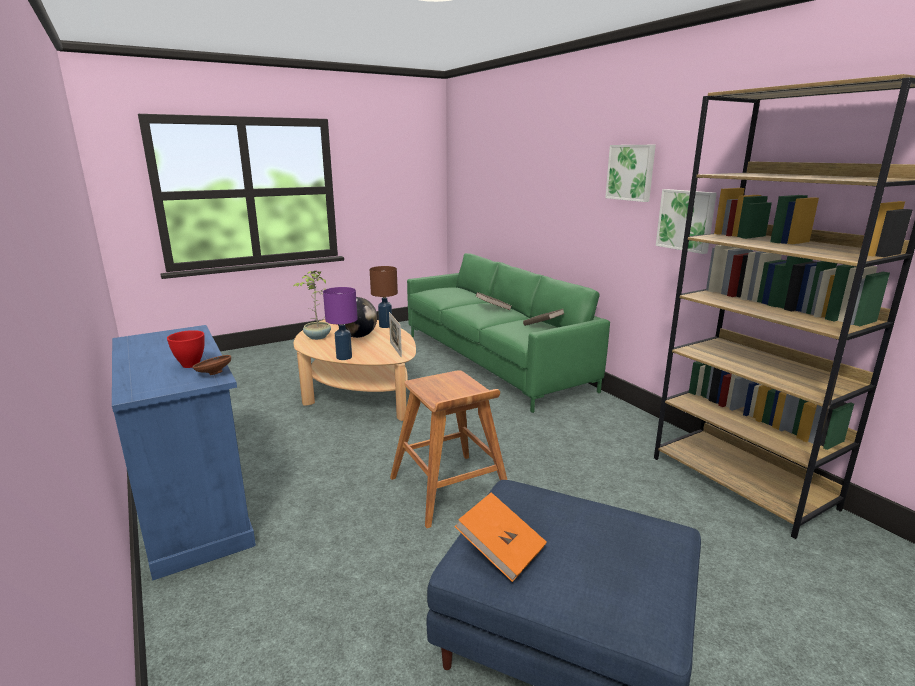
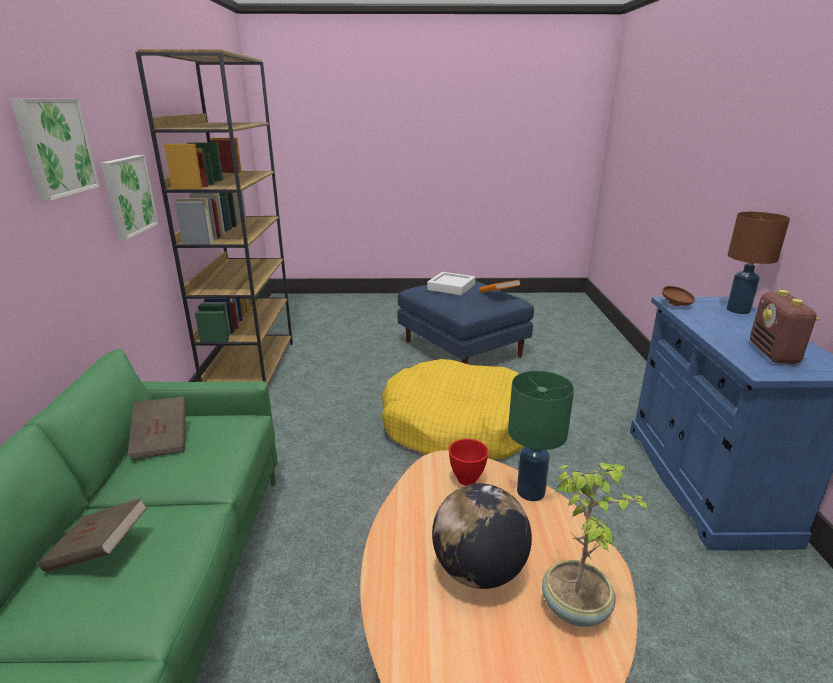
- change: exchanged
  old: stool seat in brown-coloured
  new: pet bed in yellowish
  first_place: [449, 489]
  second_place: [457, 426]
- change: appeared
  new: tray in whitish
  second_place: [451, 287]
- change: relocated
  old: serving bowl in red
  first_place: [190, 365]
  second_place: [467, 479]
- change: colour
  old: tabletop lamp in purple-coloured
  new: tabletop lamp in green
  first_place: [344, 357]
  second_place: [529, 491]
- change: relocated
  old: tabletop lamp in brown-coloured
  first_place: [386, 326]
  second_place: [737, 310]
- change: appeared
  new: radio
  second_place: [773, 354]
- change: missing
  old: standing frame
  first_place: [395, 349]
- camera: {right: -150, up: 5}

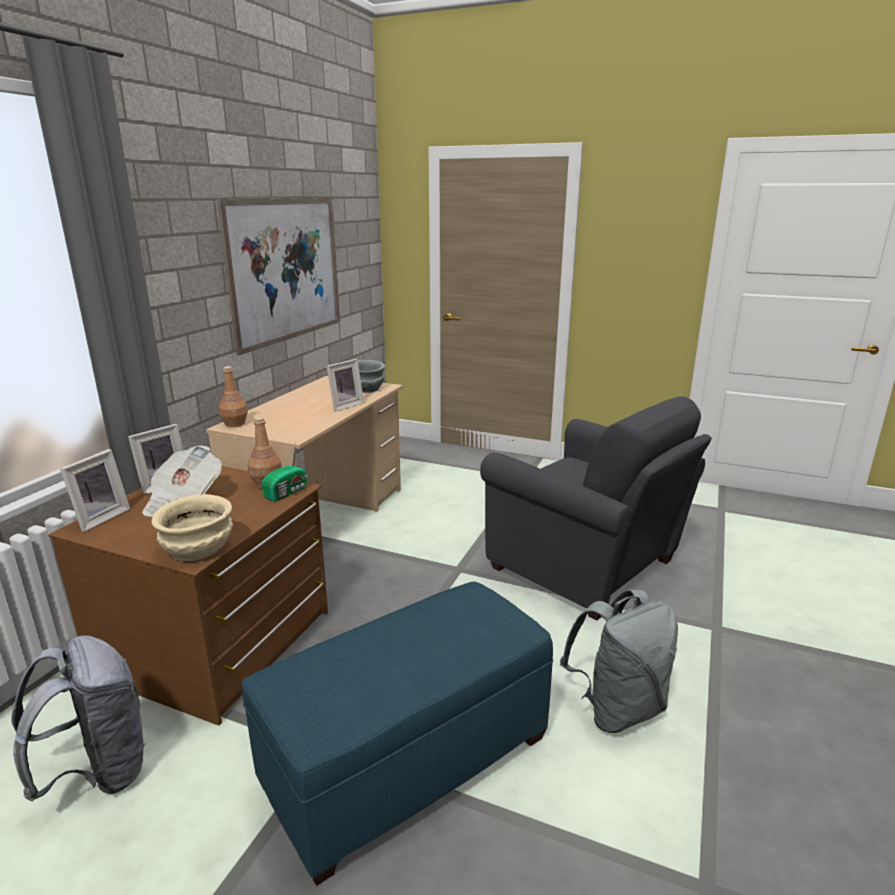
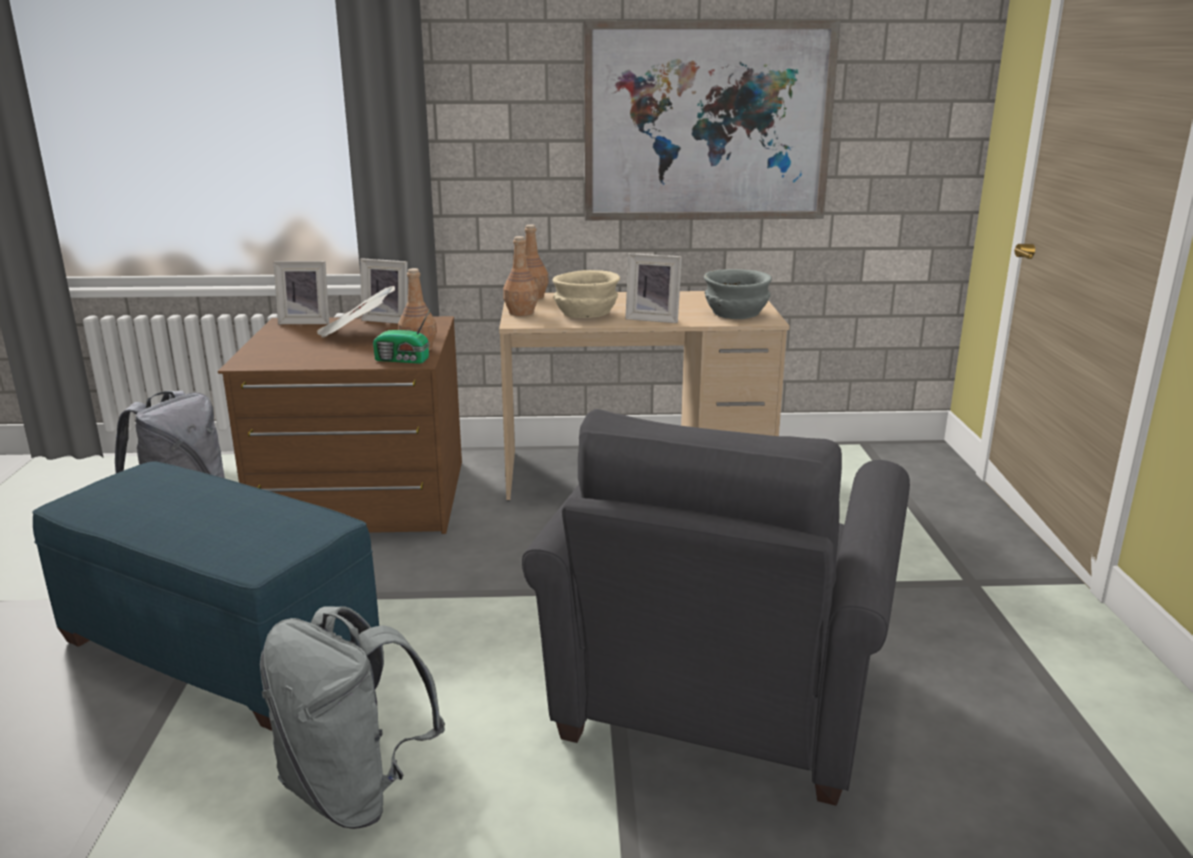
- change: appeared
  new: bottle in brown-coloured
  second_place: [521, 312]
- change: relocated
  old: serving bowl in sand-coloured
  first_place: [198, 548]
  second_place: [585, 314]
- camera: {right: 65, up: 0}

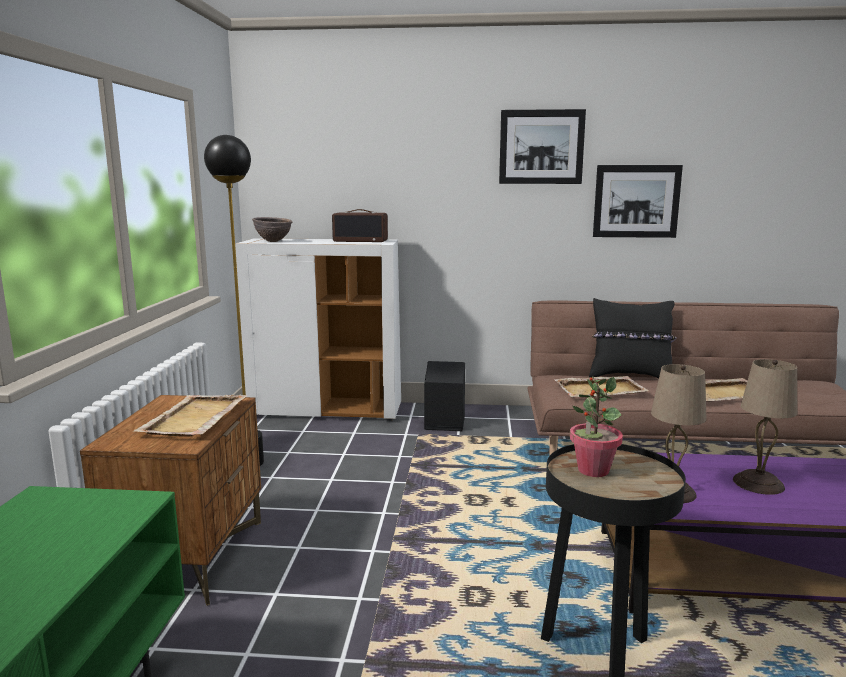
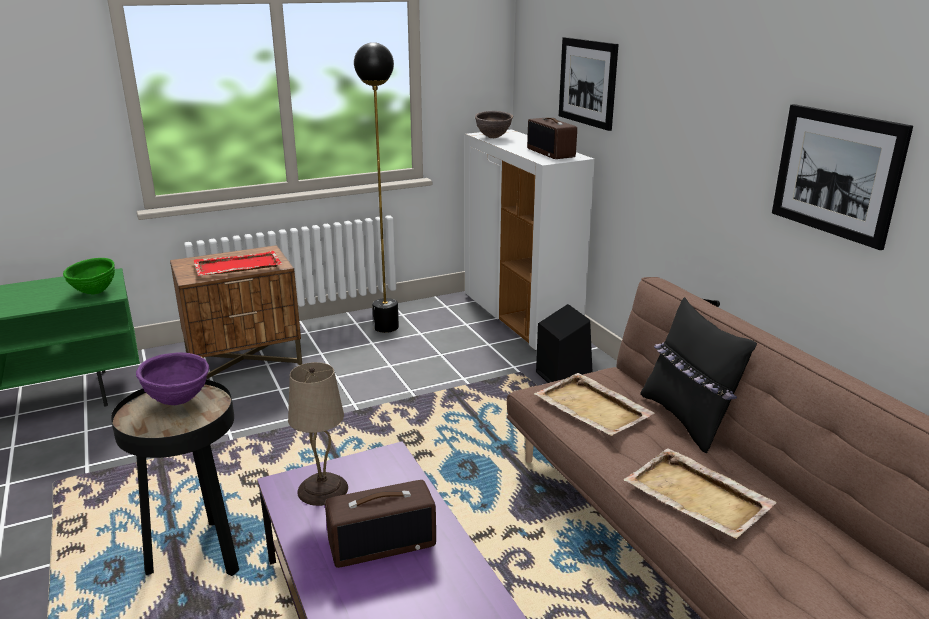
- change: appeared
  new: serving bowl in green
  second_place: [94, 293]
- change: exchanged
  old: plant in a pot
  new: serving bowl in purple-coloured
  first_place: [593, 470]
  second_place: [178, 401]
- change: colour
  old: tray in sand-coloured
  new: tray in red
  first_place: [194, 419]
  second_place: [237, 266]
- change: exchanged
  old: tabletop lamp in sand-coloured
  new: radio
  first_place: [757, 483]
  second_place: [382, 542]
- change: relocated
  old: wall picture
  first_place: [541, 147]
  second_place: [587, 82]
- camera: {right: 60, up: 10}

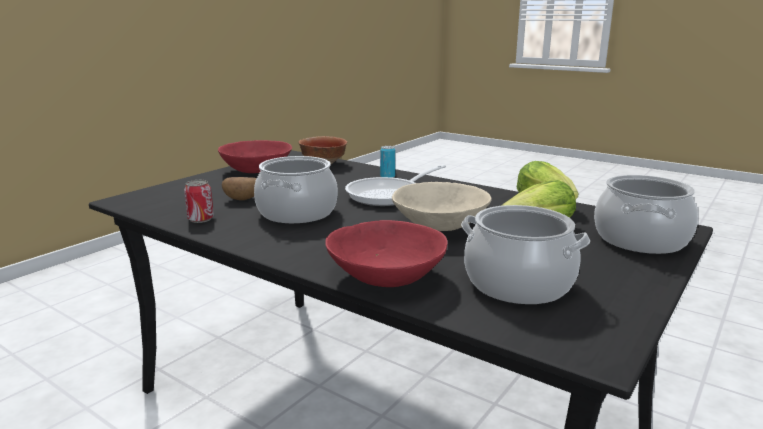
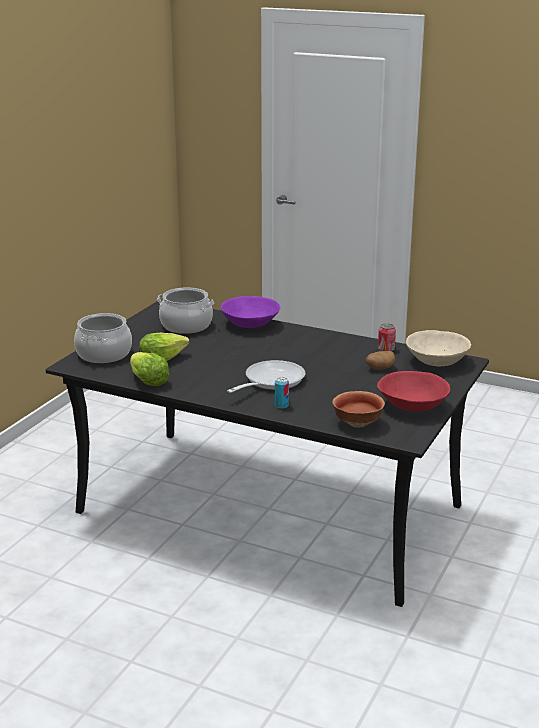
- change: colour
  old: serving bowl in red
  new: serving bowl in purple-coloured
  first_place: [386, 277]
  second_place: [250, 324]
- change: relocated
  old: serving bowl in sand-coloured
  first_place: [440, 226]
  second_place: [436, 361]
- change: missing
  old: stockpot
  first_place: [297, 213]
- camera: {right: 170, up: 5}

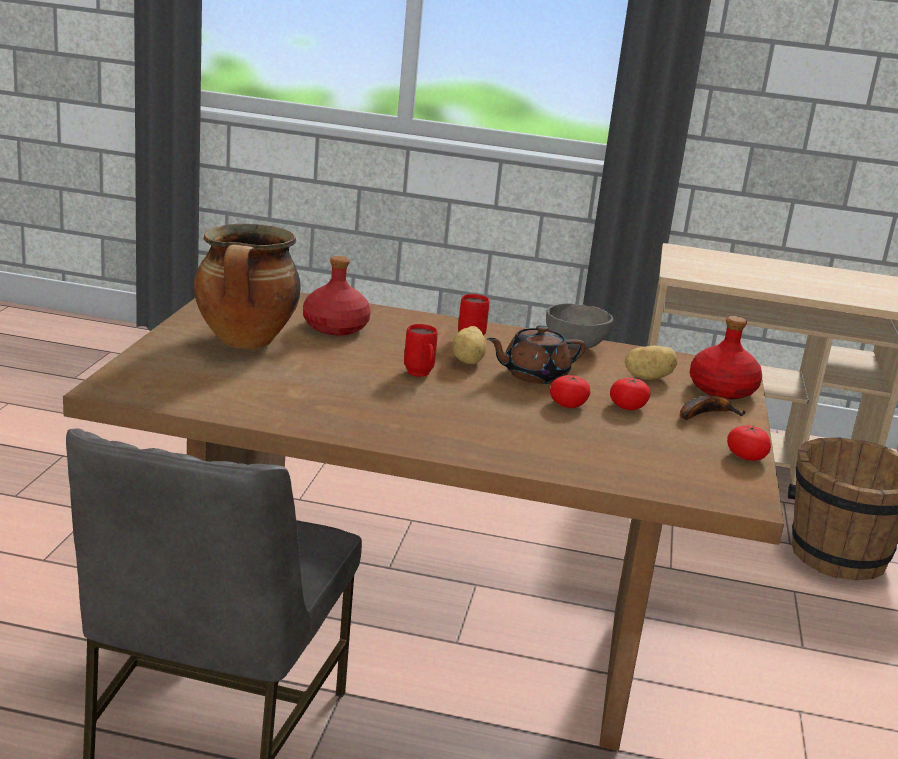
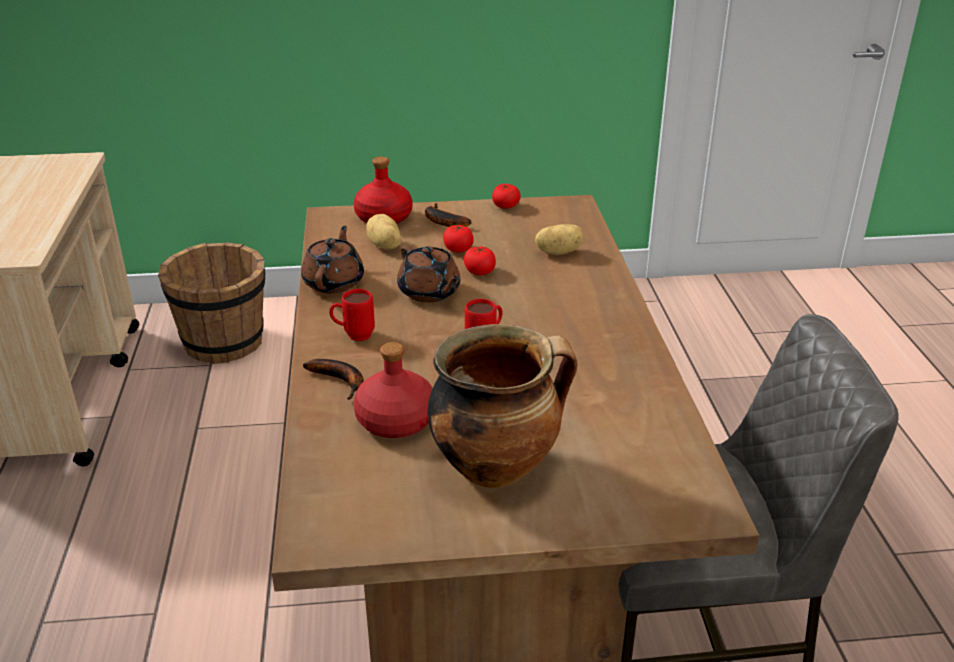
- change: exchanged
  old: serving bowl in grey
  new: teapot in brown-coloured
  first_place: [576, 347]
  second_place: [334, 282]
- change: appeared
  new: banana fruit
  second_place: [341, 381]
- change: relocated
  old: whole potato
  first_place: [469, 361]
  second_place: [558, 252]
- camera: {right: -105, up: 10}

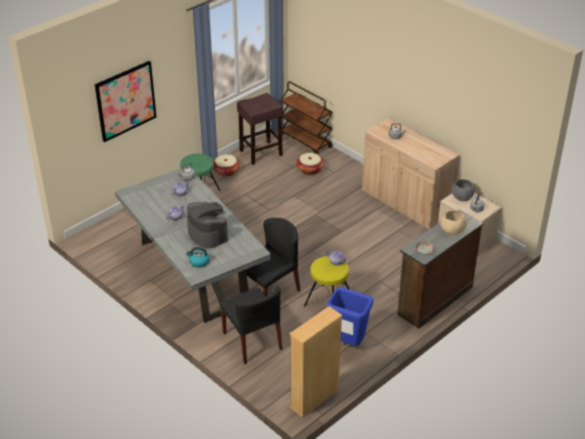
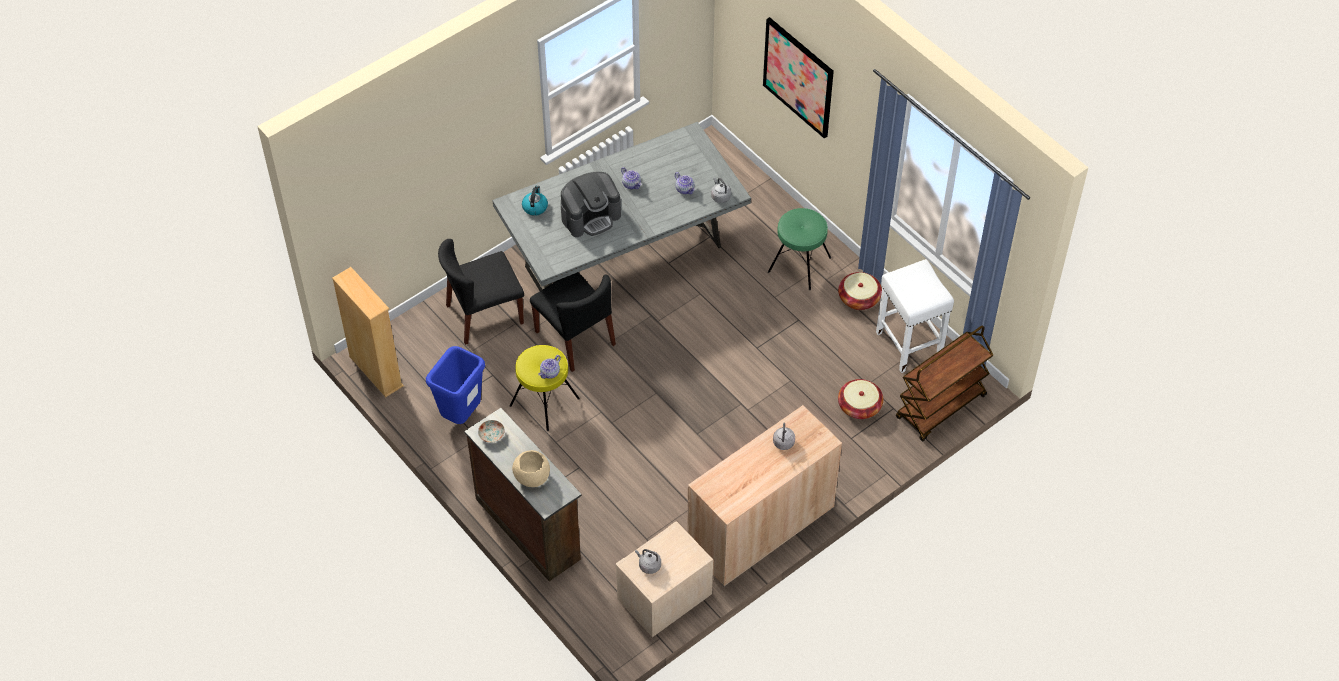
- change: colour
  old: stool seat in brown-coloured
  new: stool seat in whitish
  first_place: [260, 153]
  second_place: [908, 344]
- change: missing
  old: serving bowl in grey
  first_place: [462, 197]
- camera: {right: 95, up: 15}

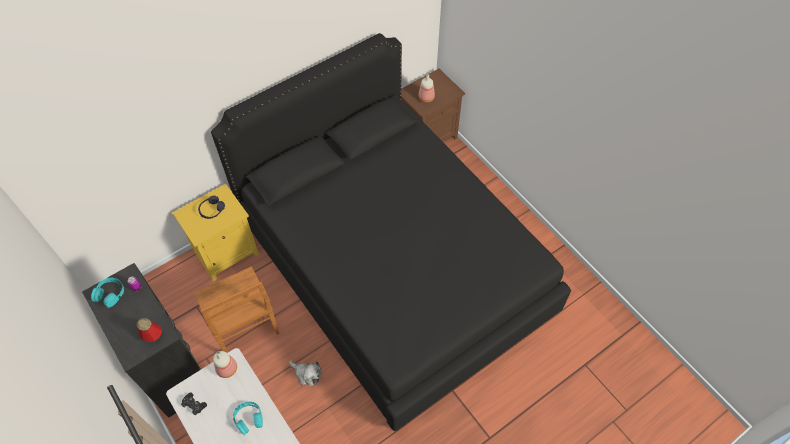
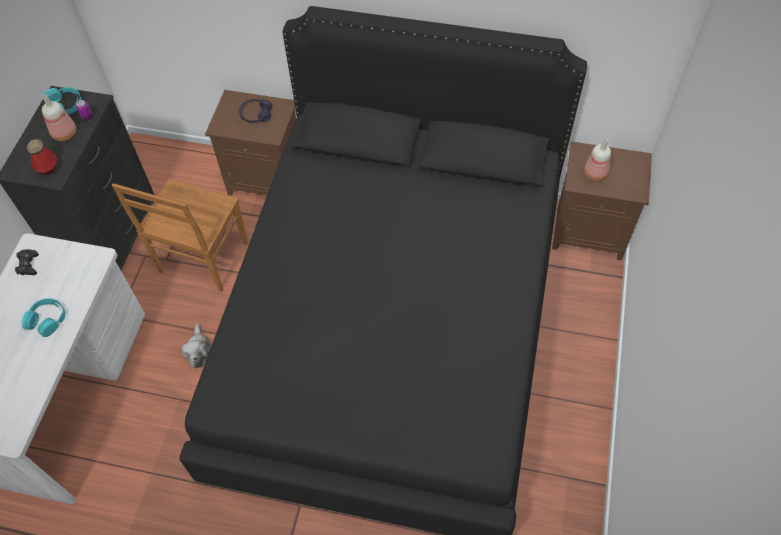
- change: relocated
  old: bottle
  first_place: [227, 368]
  second_place: [65, 133]
- change: colour
  old: night table in yellowish
  new: night table in brown-coloured
  first_place: [227, 252]
  second_place: [267, 179]
- camera: {right: 50, up: 0}

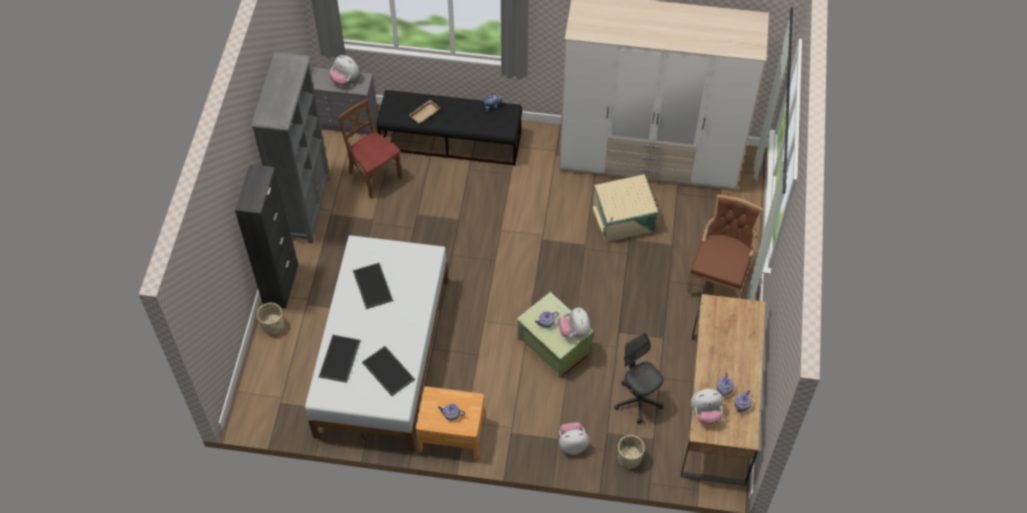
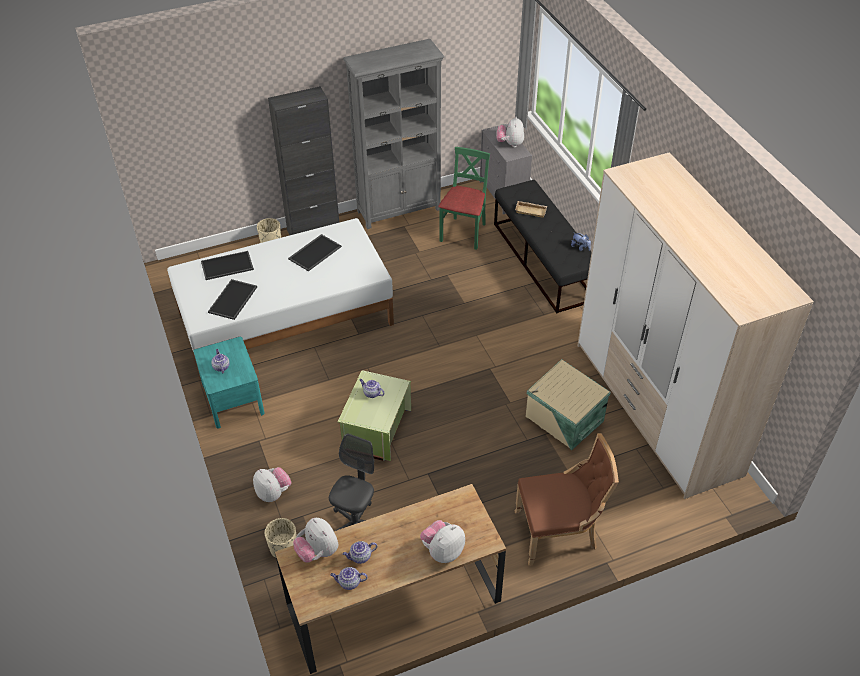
- change: colour
  old: night table in brown-coloured
  new: night table in turquoise
  first_place: [451, 434]
  second_place: [233, 399]
- change: relocated
  old: soft toy
  first_place: [574, 331]
  second_place: [442, 551]
- change: colour
  old: chair in brown-coloured
  new: chair in green
  first_place: [374, 176]
  second_place: [464, 233]
- camera: {right: 60, up: -10}

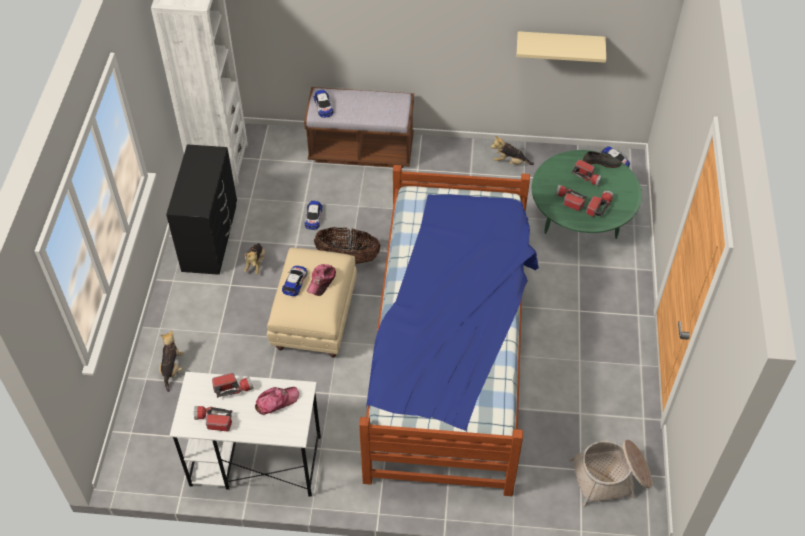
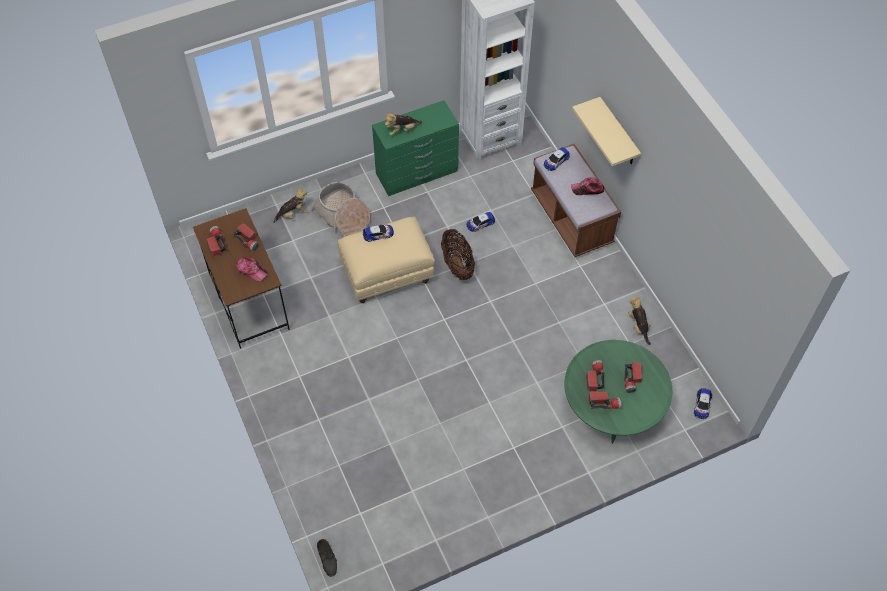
- change: colour
  old: desk in whitish
  new: desk in brown-coloured
  first_place: [254, 461]
  second_place: [248, 301]
- change: relocated
  old: basket
  first_place: [611, 477]
  second_place: [343, 216]
- change: relocated
  old: shoe in grey
  first_place: [601, 162]
  second_place: [327, 558]
- change: colour
  old: dresser in black
  new: dresser in green
  first_place: [211, 237]
  second_place: [417, 173]
- change: relocated
  old: soft toy
  first_place: [255, 263]
  second_place: [402, 130]
- change: relocated
  old: peaked cap
  first_place: [322, 281]
  second_place: [587, 189]
- change: relocated
  old: wall shelf in sand-coloured
  first_place: [559, 45]
  second_place: [618, 133]
- change: missing
  old: bed
  first_place: [450, 353]
- camera: {right: 60, up: 5}

